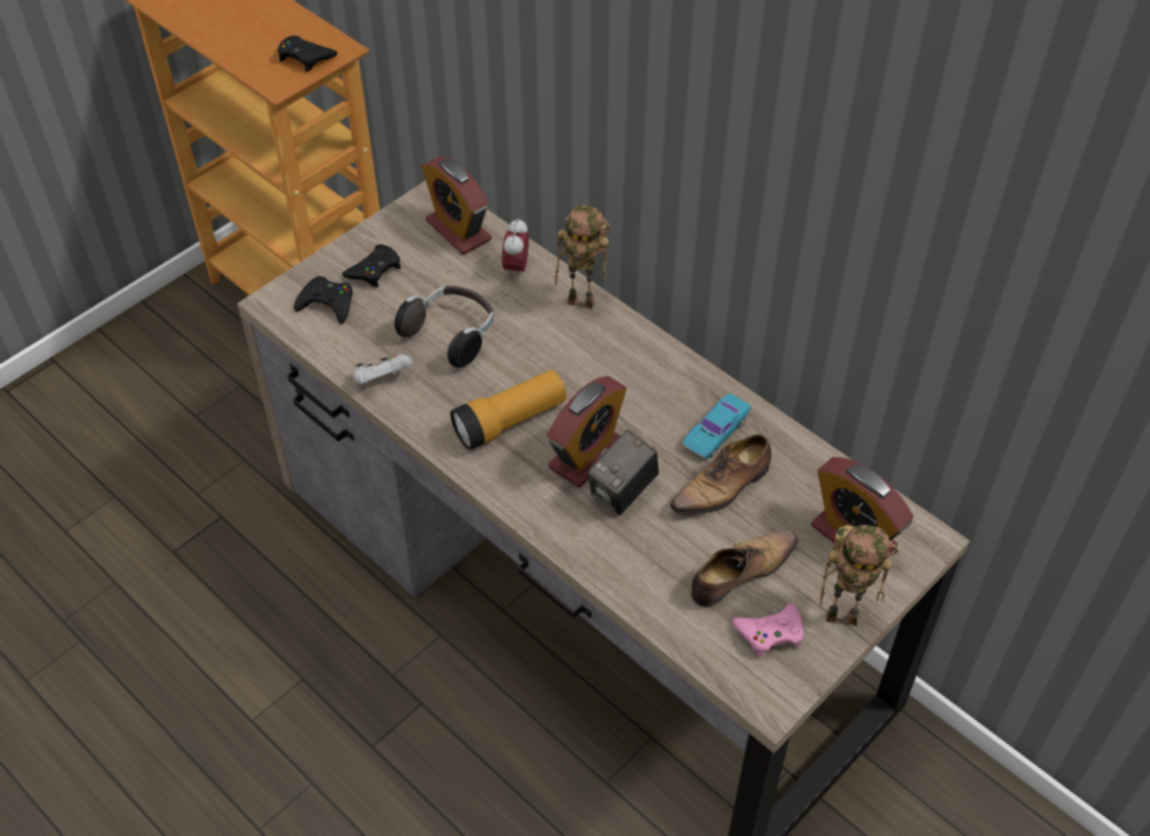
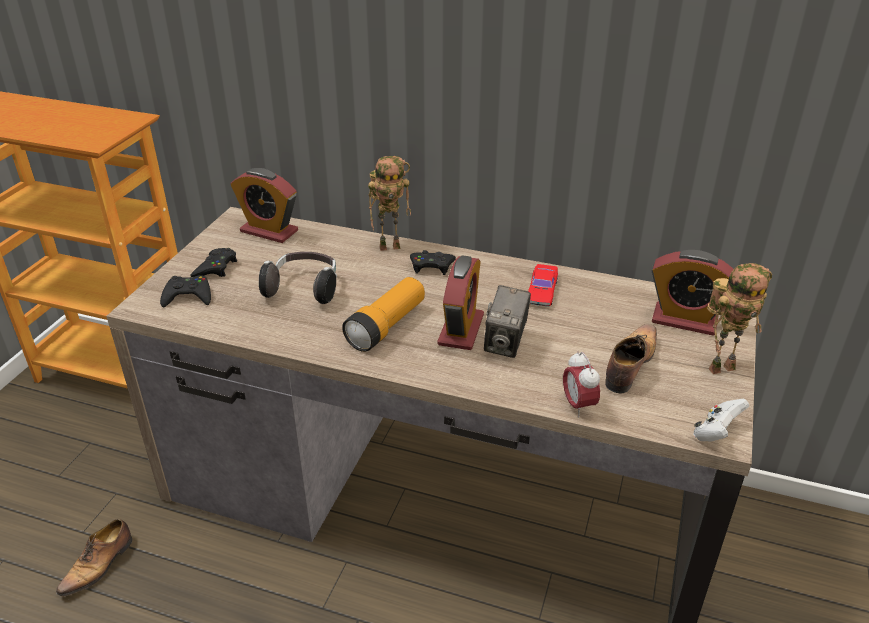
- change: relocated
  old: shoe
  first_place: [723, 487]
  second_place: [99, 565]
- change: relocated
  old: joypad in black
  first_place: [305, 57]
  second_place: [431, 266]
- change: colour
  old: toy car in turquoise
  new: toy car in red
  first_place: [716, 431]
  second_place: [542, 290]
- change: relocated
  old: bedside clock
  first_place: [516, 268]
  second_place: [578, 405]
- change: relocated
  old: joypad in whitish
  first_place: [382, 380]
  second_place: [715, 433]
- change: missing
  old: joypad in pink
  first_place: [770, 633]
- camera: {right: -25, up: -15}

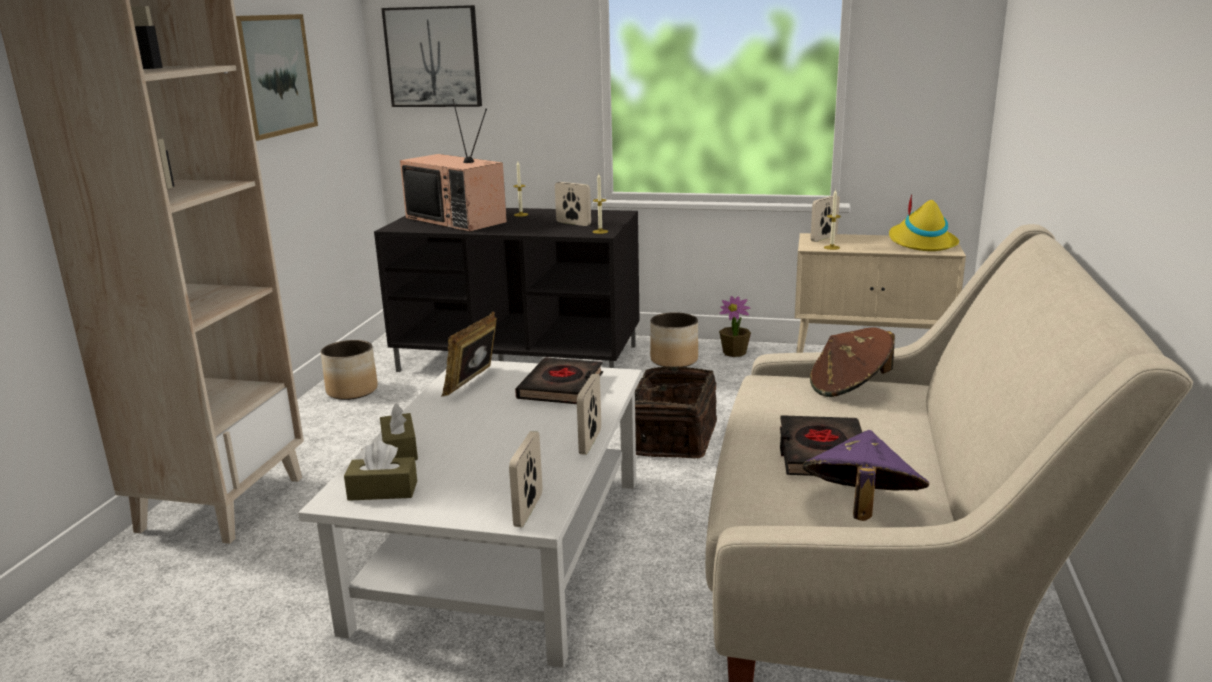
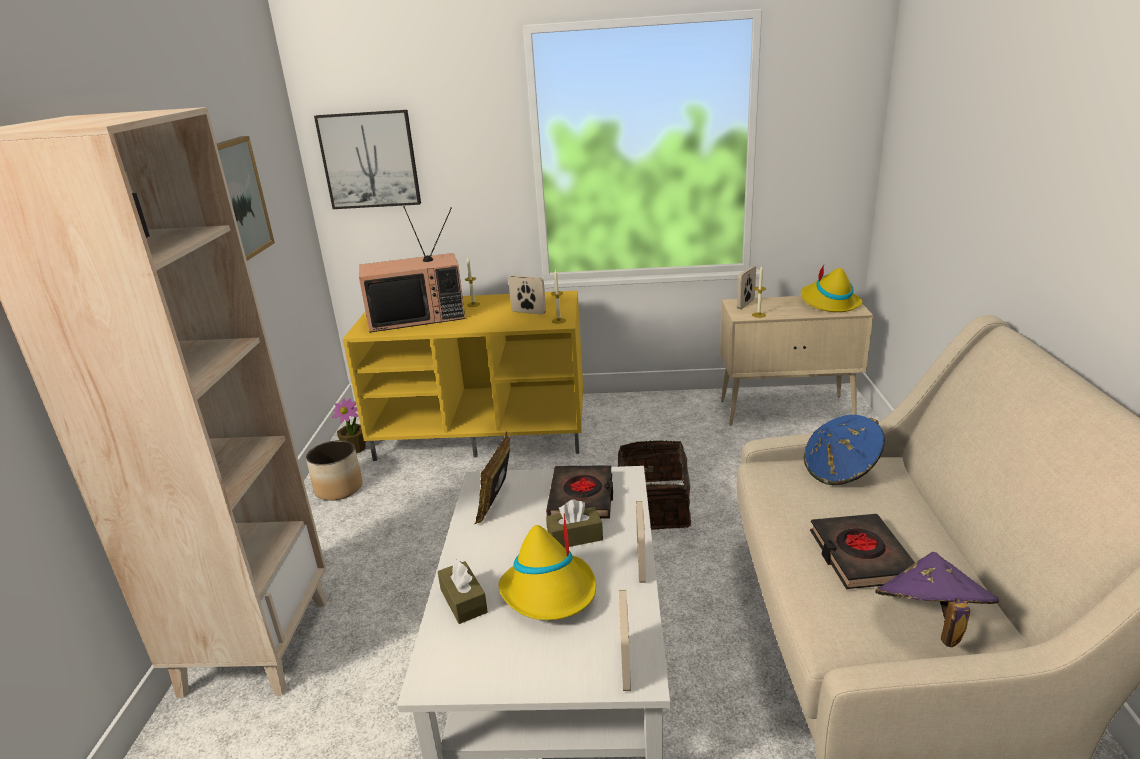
- change: relocated
  old: plant in a pot
  first_place: [734, 353]
  second_place: [355, 448]
- change: colour
  old: tv stand in black
  new: tv stand in yellowish
  first_place: [521, 358]
  second_place: [484, 431]
- change: spun
  old: television
  first_place: [458, 220]
  second_place: [418, 317]
  degrees: -45
- change: appeared
  new: clothing hat in yellowish
  second_place: [550, 592]
- change: relocated
  old: tissue holder in brown-coloured
  first_place: [383, 490]
  second_place: [575, 537]
- change: colour
  old: clothing hat in brown-coloured
  new: clothing hat in blue
  first_place: [849, 388]
  second_place: [841, 470]
- change: missing
  old: plant pot
  first_place: [674, 360]
- camera: {right: -10, up: 5}

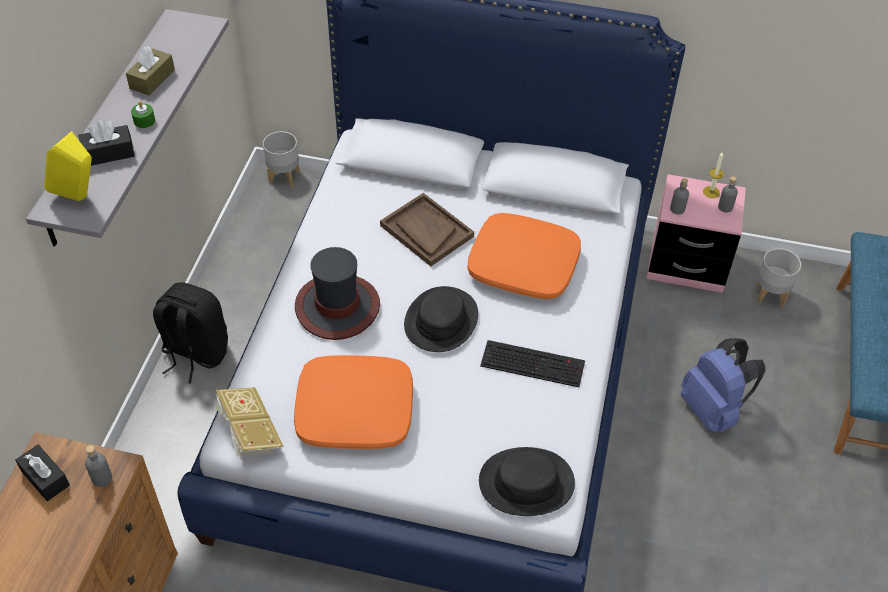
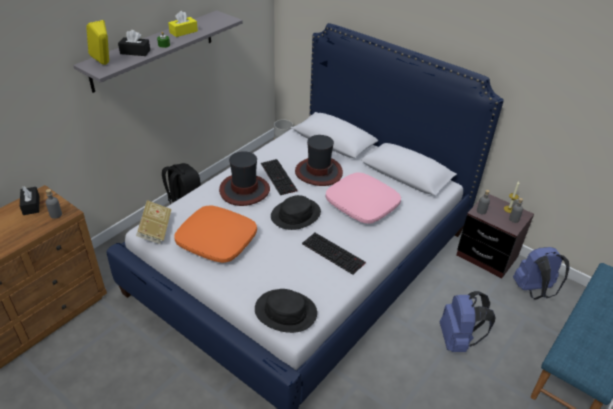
- change: colour
  old: tissue holder in brown-coloured
  new: tissue holder in yellowish
  first_place: [152, 79]
  second_place: [183, 32]
- change: appeared
  new: PC keyboard
  second_place: [279, 177]
- change: exchanged
  old: tray in brown-coloured
  new: clothing hat
  first_place: [426, 231]
  second_place: [318, 172]
- change: colour
  old: pillow in orange
  new: pillow in pink
  first_place: [524, 265]
  second_place: [362, 204]
- change: colour
  old: night table in pink
  new: night table in brown-coloured
  first_place: [687, 264]
  second_place: [486, 256]
- change: exchanged
  old: plant pot in grey
  new: backpack in blue
  first_place: [770, 295]
  second_place: [534, 290]
- camera: {right: 25, up: -10}

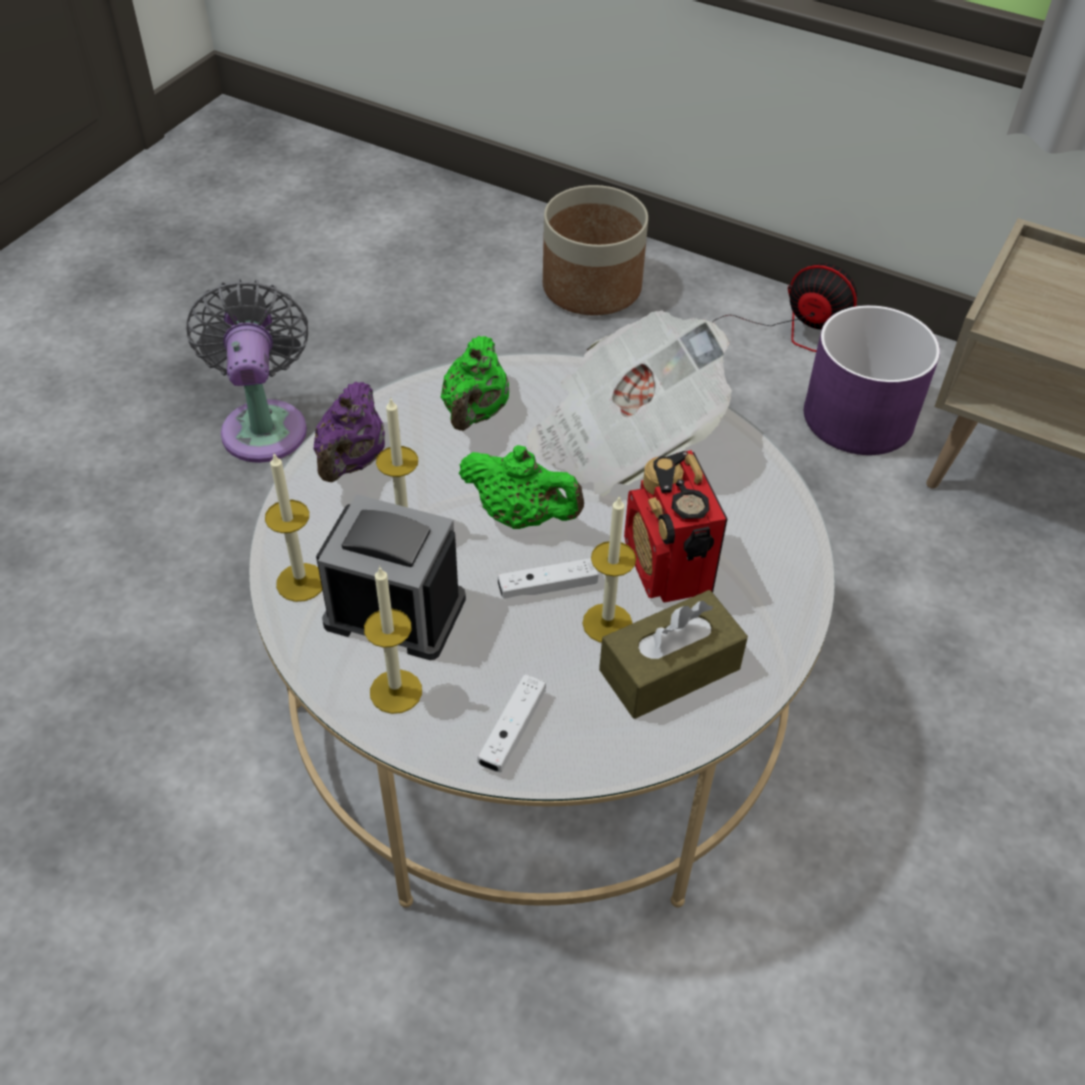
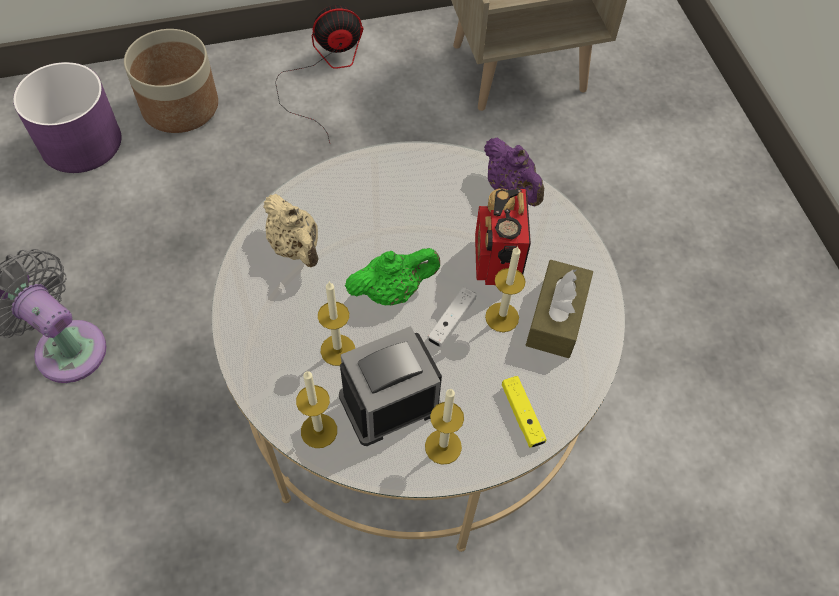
- change: relocated
  old: plant pot in purple-coloured
  first_place: [859, 416]
  second_place: [81, 142]
- change: colour
  old: teapot in green
  new: teapot in sand-coloured
  first_place: [475, 413]
  second_place: [296, 247]
- change: spun
  old: radio
  first_place: [668, 569]
  second_place: [497, 262]
  degrees: 60
- change: relocated
  old: teapot in purple-coloured
  first_place: [351, 462]
  second_place: [511, 190]
- change: colour
  old: joypad in whitish
  new: joypad in yellowish
  first_place: [512, 730]
  second_place: [522, 415]
- change: missing
  old: daily paper
  first_place: [623, 439]
- camera: {right: -45, up: 10}

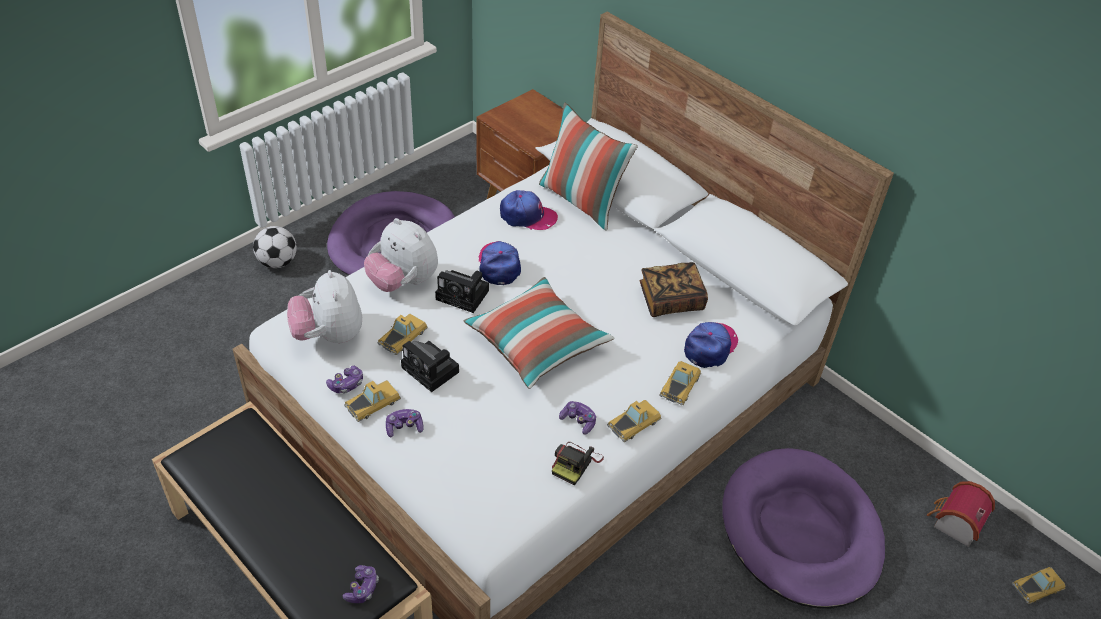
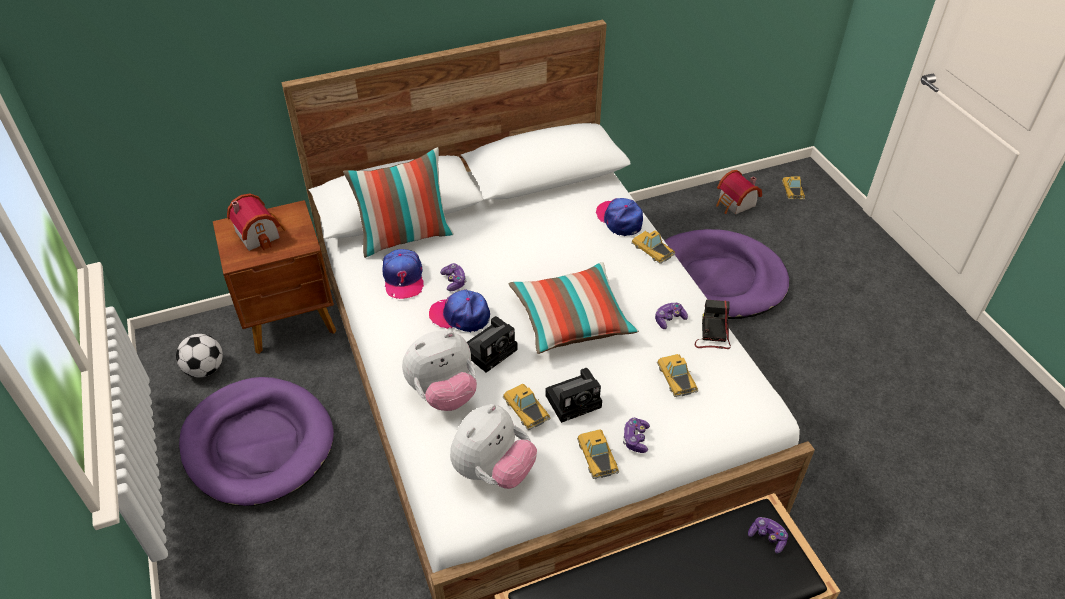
- change: relocated
  old: ball for football
  first_place: [277, 262]
  second_place: [205, 369]
- change: appeared
  new: miniature house
  second_place: [260, 233]
- change: spun
  old: peaked cap
  first_place: [527, 216]
  second_place: [403, 278]
  degrees: 135
- change: relocated
  old: joypad
  first_place: [346, 384]
  second_place: [454, 281]
- change: spun
  old: soft toy
  first_place: [329, 335]
  second_place: [493, 470]
  degrees: -60
- change: relocated
  old: toy car
  first_place: [634, 422]
  second_place: [676, 377]
- change: spun
  old: photo camera
  first_place: [575, 463]
  second_place: [712, 334]
  degrees: -135
- change: missing
  old: bound book
  first_place: [671, 300]
- camera: {right: -65, up: 0}

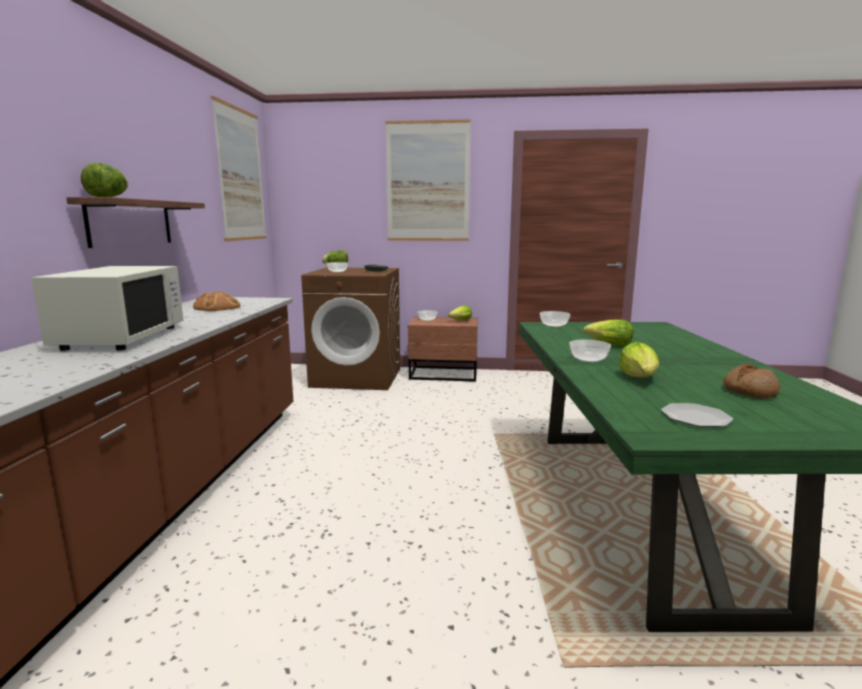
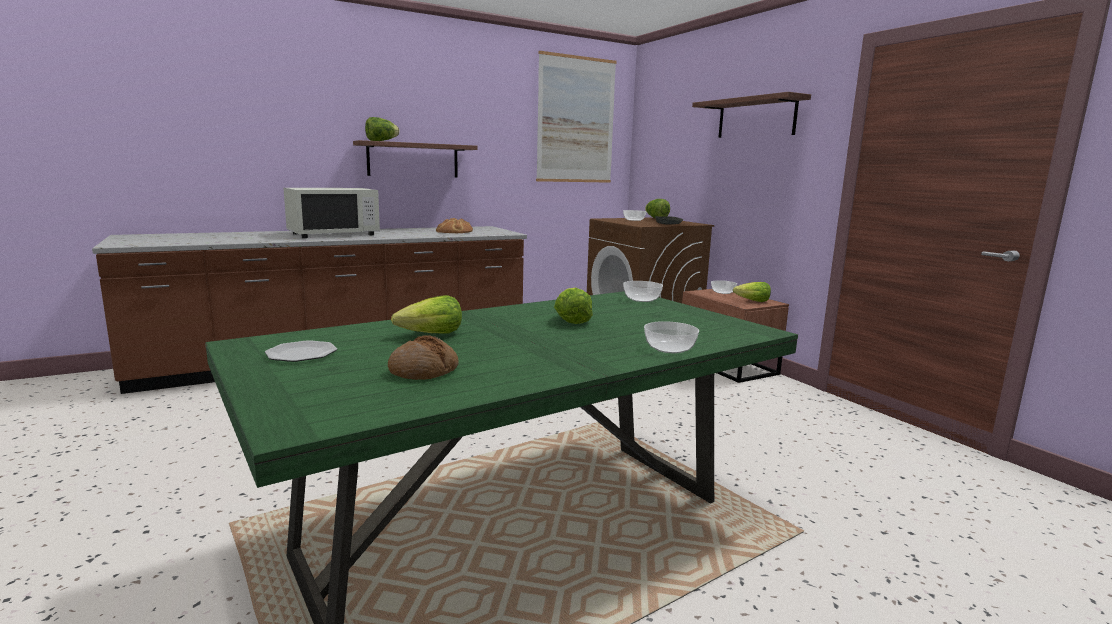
- change: relocated
  old: serving bowl
  first_place: [589, 359]
  second_place: [670, 349]
- change: exchanged
  old: wall picture
  new: wall shelf
  first_place: [427, 182]
  second_place: [756, 118]
- camera: {right: 55, up: 0}

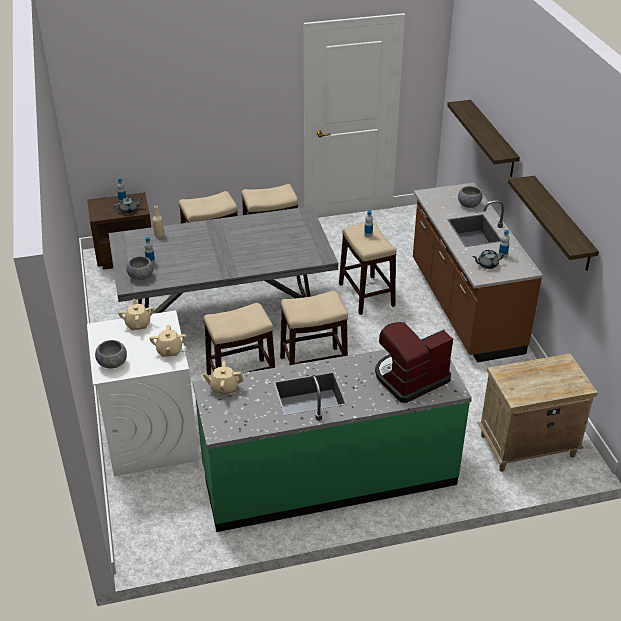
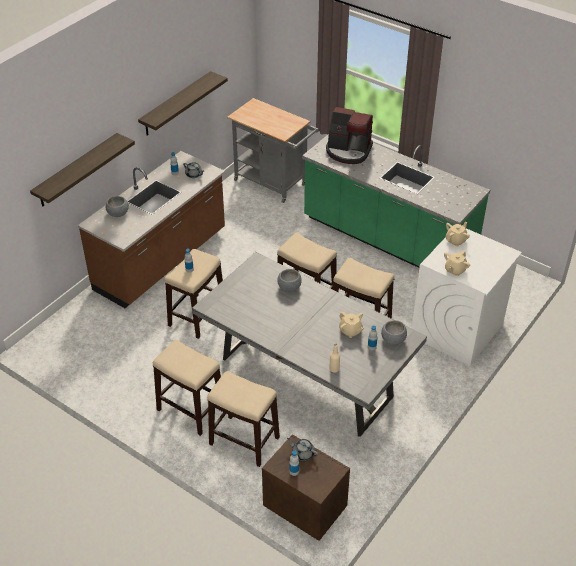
- change: exchanged
  old: night table in sand-coloured
  new: trolley in grey
  first_place: [526, 446]
  second_place: [274, 184]
- change: relocated
  old: serving bowl in grey
  first_place: [112, 363]
  second_place: [289, 287]
- change: relocated
  old: teapot in sand-coloured
  first_place: [224, 388]
  second_place: [350, 331]
- camera: {right: -130, up: 5}

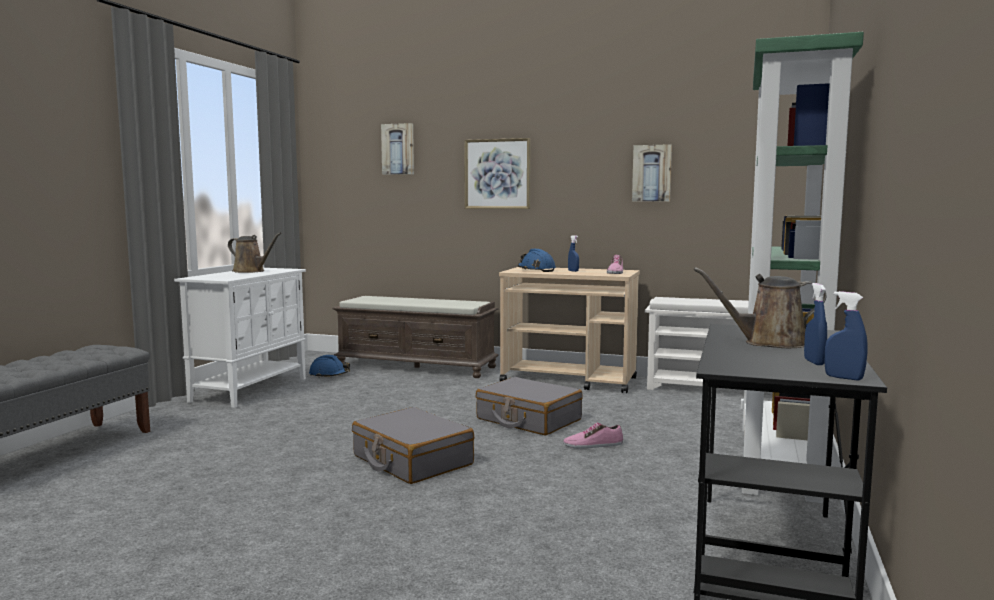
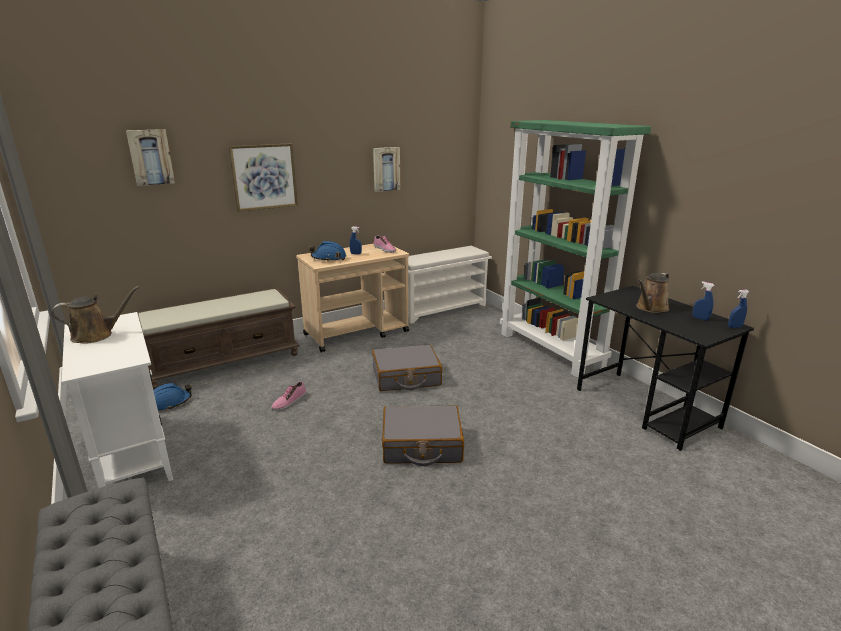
- change: relocated
  old: shoe
  first_place: [593, 444]
  second_place: [289, 401]
- camera: {right: -50, up: 15}

